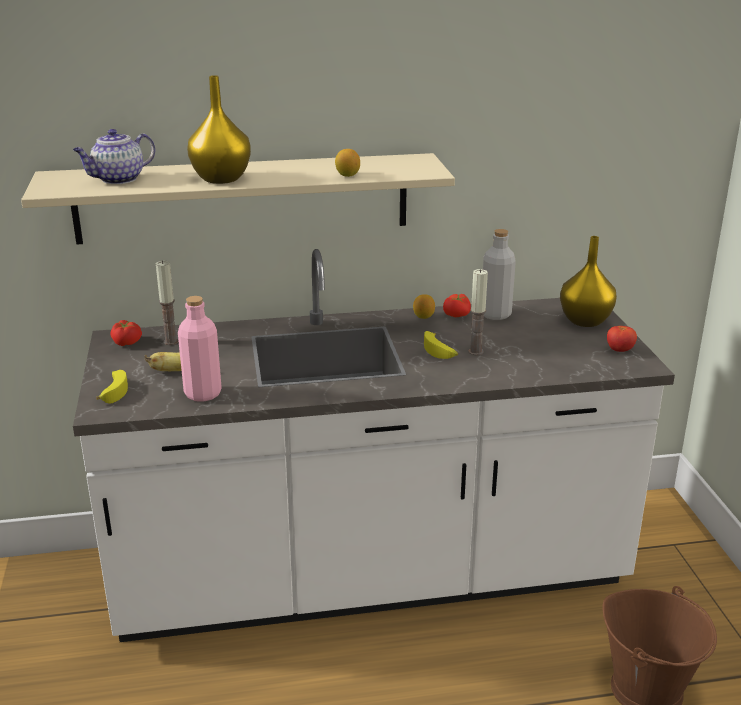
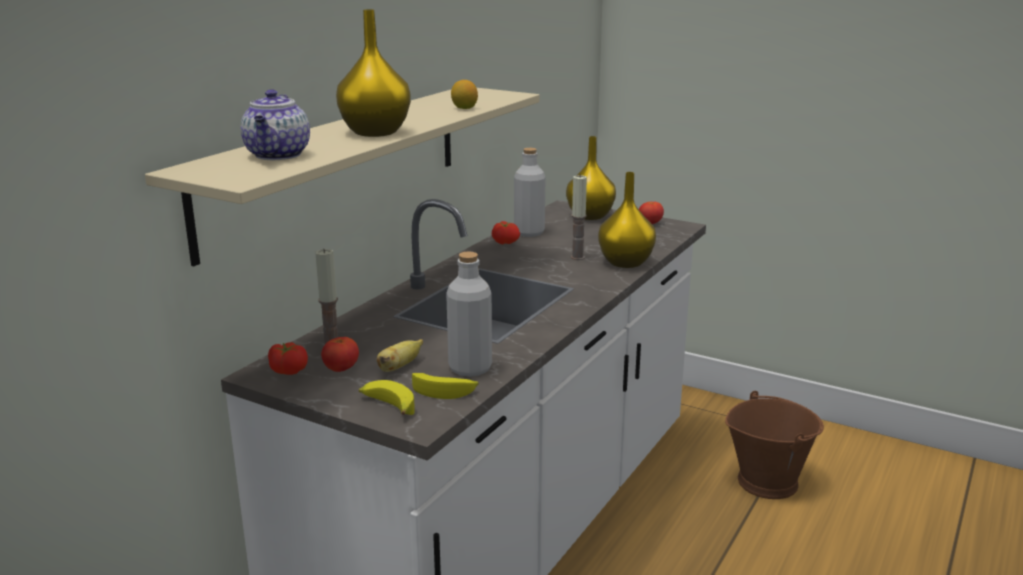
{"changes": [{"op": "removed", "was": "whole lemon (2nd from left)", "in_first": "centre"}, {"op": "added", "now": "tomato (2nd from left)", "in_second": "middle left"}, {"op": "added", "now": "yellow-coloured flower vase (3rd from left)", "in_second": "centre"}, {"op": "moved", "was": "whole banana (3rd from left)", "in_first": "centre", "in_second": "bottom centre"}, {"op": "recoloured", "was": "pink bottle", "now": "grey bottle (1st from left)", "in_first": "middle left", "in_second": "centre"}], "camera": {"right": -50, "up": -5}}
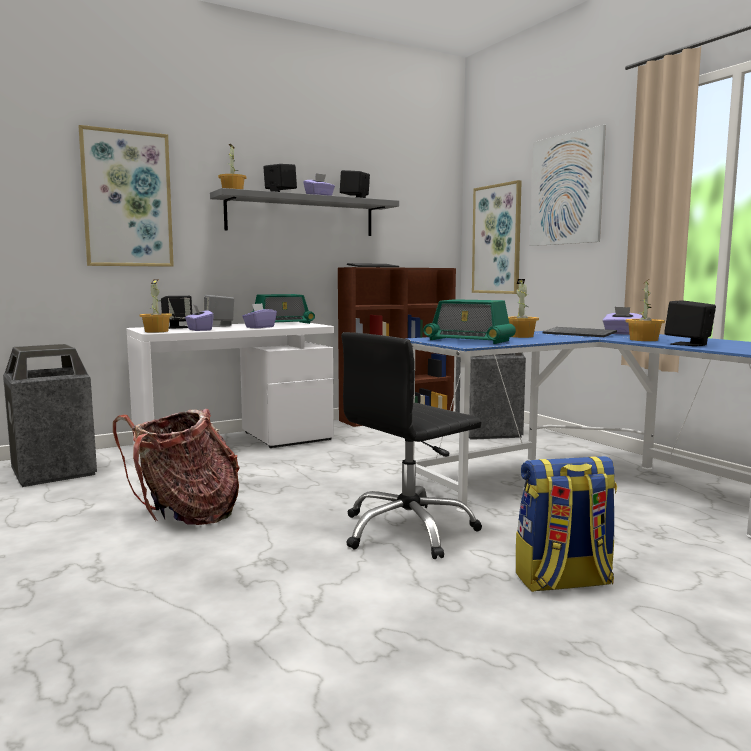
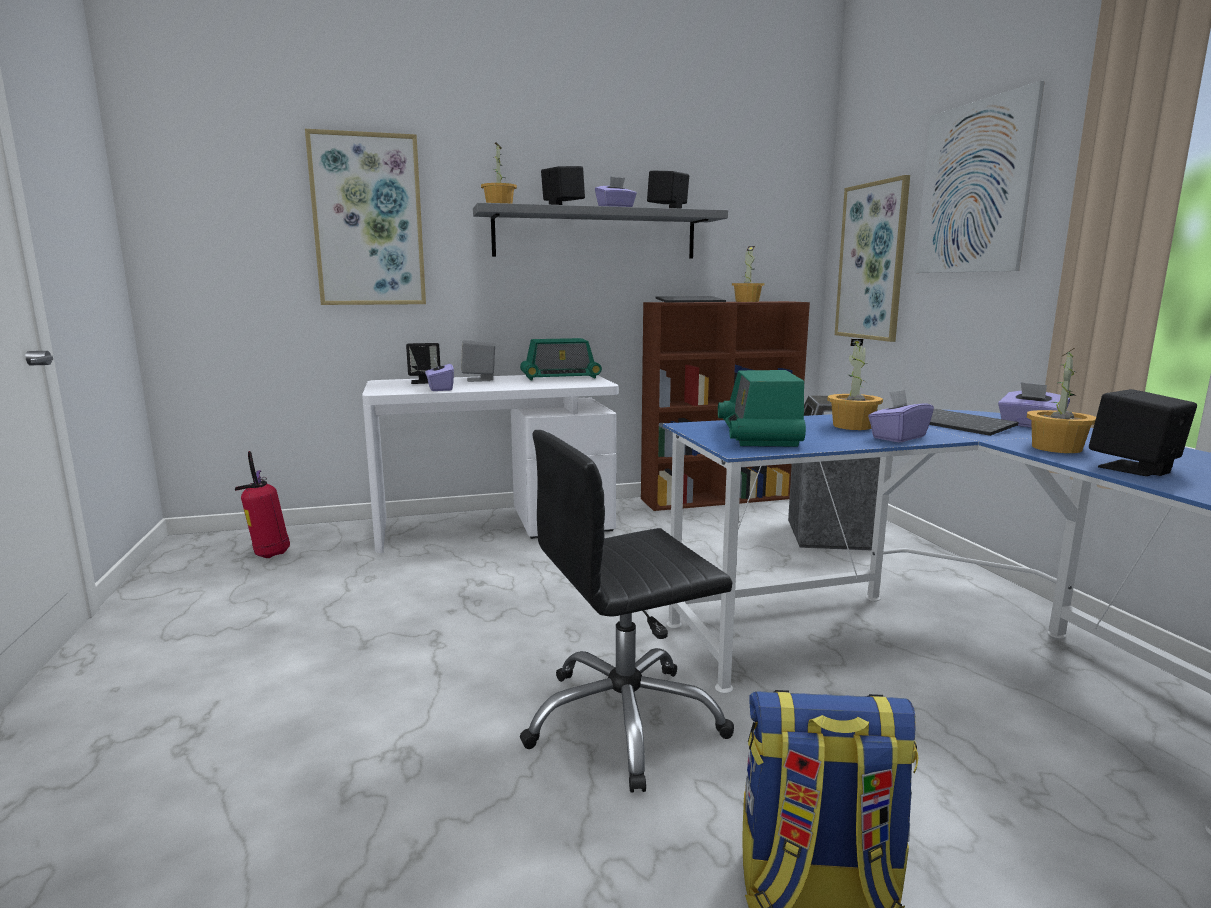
{"changes": [{"op": "removed", "was": "rucksack (1st from left)", "in_first": "middle left"}, {"op": "moved", "was": "plant in a pot (1st from left in the first image)", "now": "plant in a pot (2nd from left)", "in_first": "middle left", "in_second": "top centre"}, {"op": "moved", "was": "purplish tissue holder (2nd from left in the first image)", "now": "purplish tissue holder (3rd from left)", "in_first": "centre", "in_second": "middle right"}, {"op": "replaced", "was": "rubbish bin (1st from left)", "now": "extinguisher", "in_first": "middle left", "in_second": "middle left"}, {"op": "turned", "was": "radio set (2nd from left)", "in_first": "centre", "in_second": "centre", "clockwise": 45}], "camera": {"right": 15, "up": 5}}
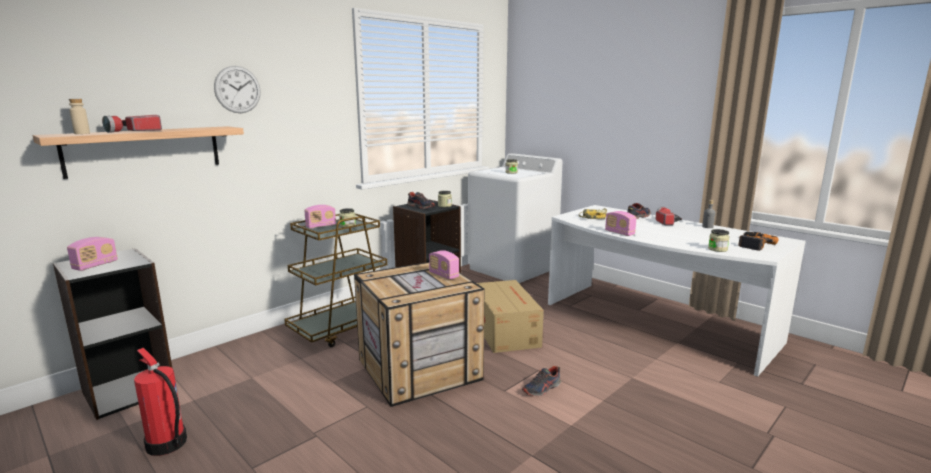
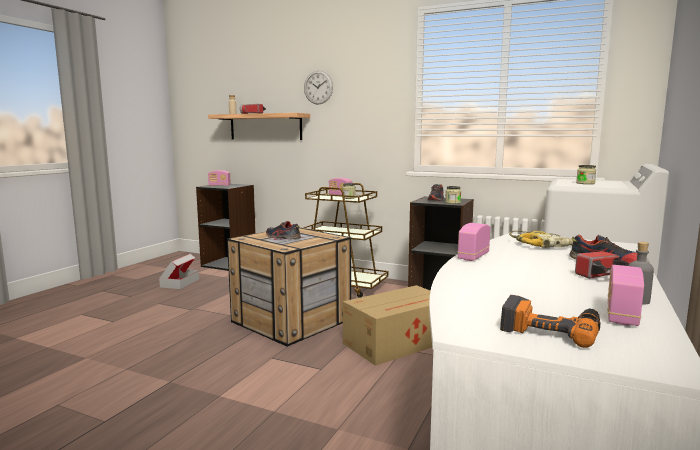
{"changes": [{"op": "removed", "was": "preserve jar (4th from left)", "in_first": "middle right"}, {"op": "moved", "was": "radio set (3rd from left in the first image)", "now": "radio set (4th from left)", "in_first": "centre", "in_second": "middle right"}, {"op": "moved", "was": "low shoe (2nd from left in the first image)", "now": "low shoe (1st from left)", "in_first": "bottom centre", "in_second": "centre"}, {"op": "replaced", "was": "extinguisher", "now": "carton (1st from left)", "in_first": "bottom left", "in_second": "middle left"}], "camera": {"right": 70, "up": -5}}
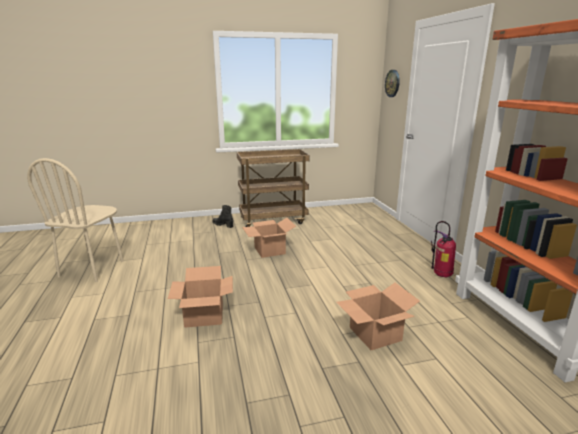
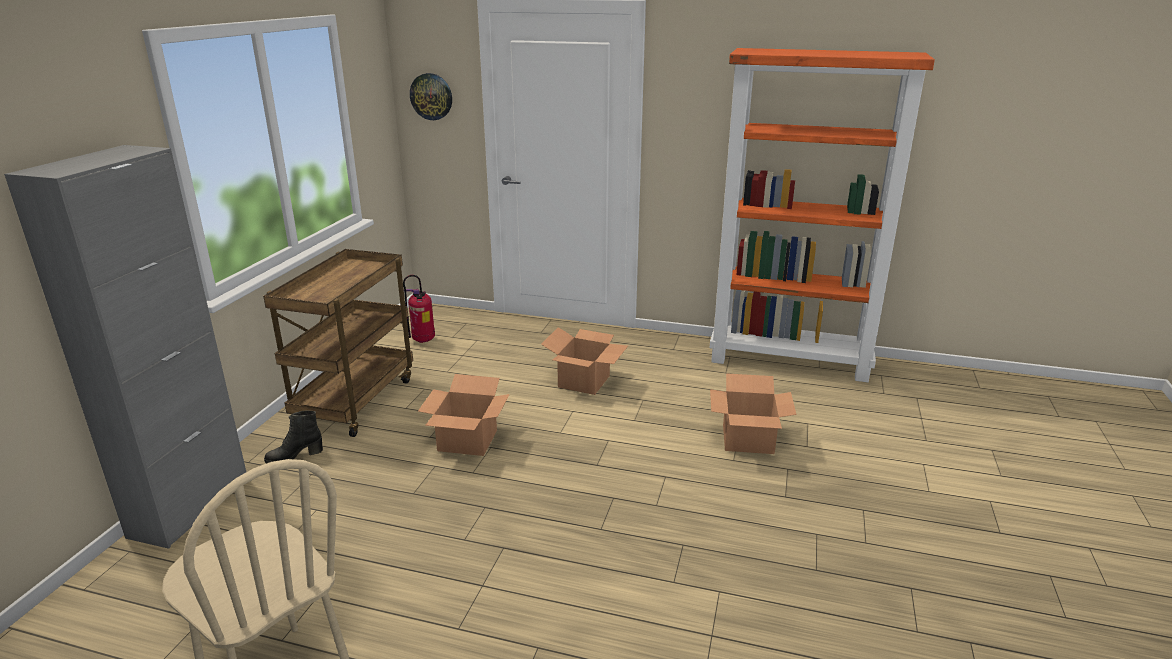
{"changes": [{"op": "added", "now": "grey cupboard", "in_second": "middle left"}, {"op": "moved", "was": "carton (1st from left in the first image)", "now": "carton (2nd from left)", "in_first": "bottom centre", "in_second": "centre"}, {"op": "moved", "was": "extinguisher", "in_first": "middle right", "in_second": "centre"}], "camera": {"right": -60, "up": 5}}
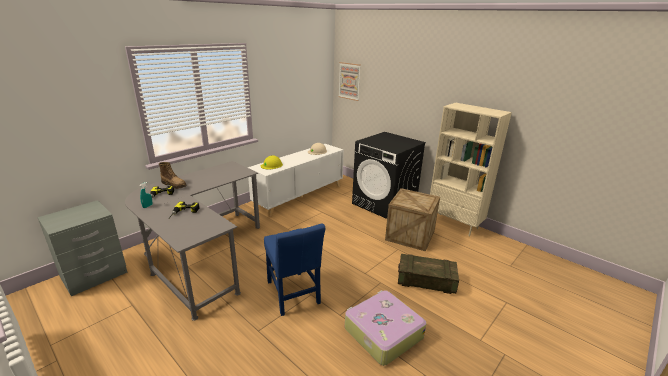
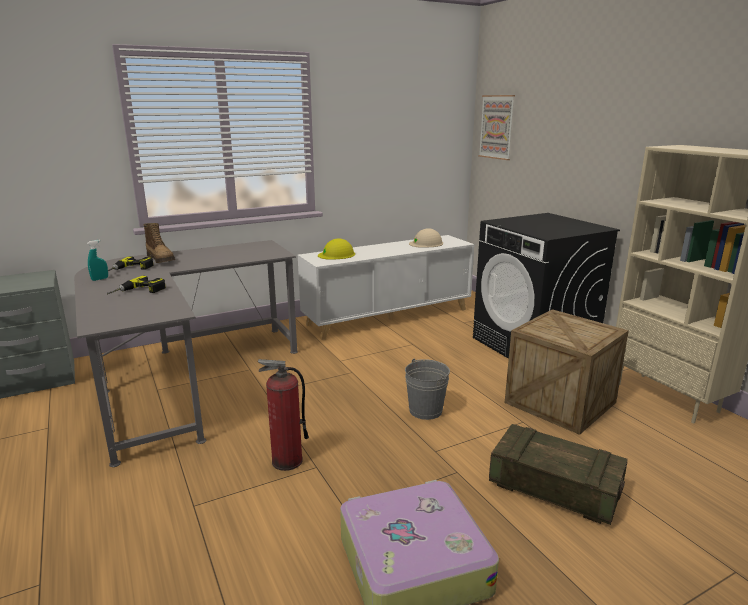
{"changes": [{"op": "added", "now": "grey pail", "in_second": "centre"}, {"op": "replaced", "was": "bluish chair", "now": "extinguisher", "in_first": "bottom centre", "in_second": "bottom centre"}], "camera": {"right": 20, "up": -5}}
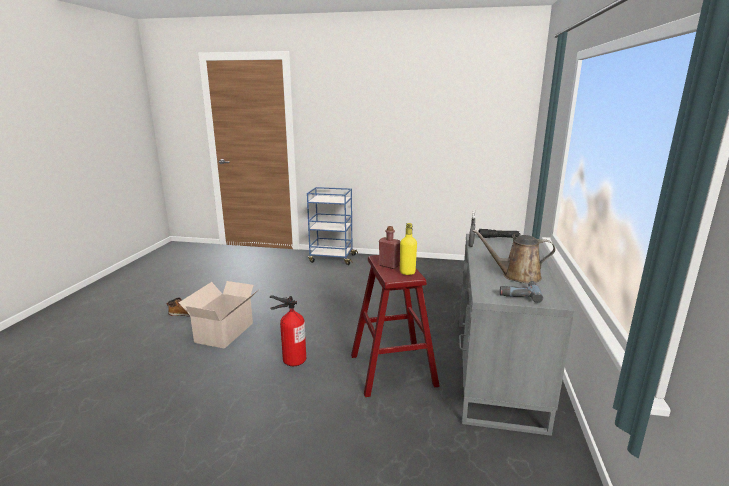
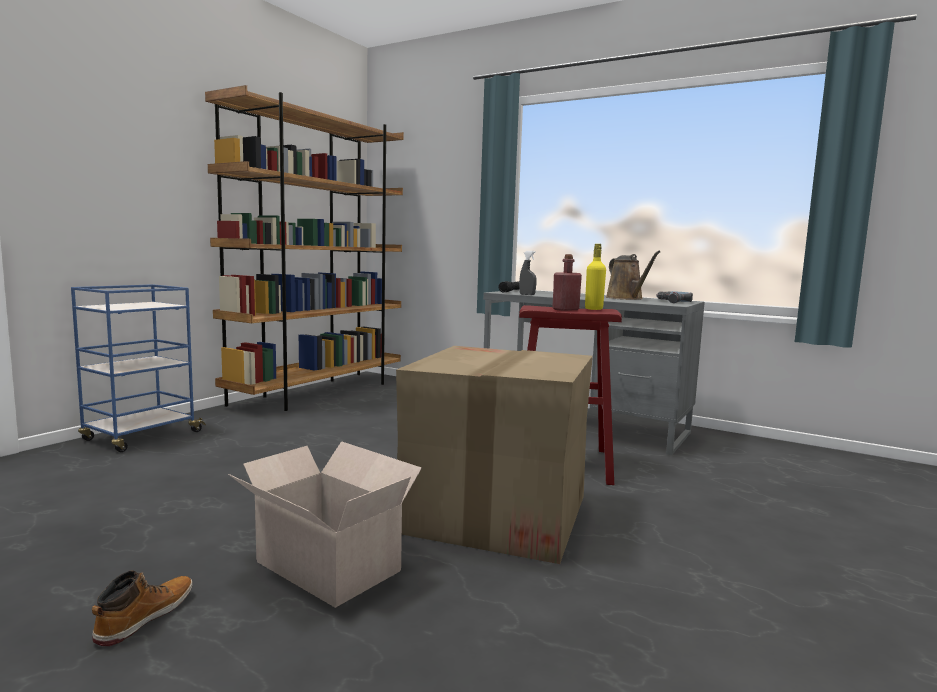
{"changes": [{"op": "added", "now": "brown-coloured bookcase", "in_second": "middle left"}, {"op": "replaced", "was": "extinguisher", "now": "carton (2nd from left)", "in_first": "bottom centre", "in_second": "centre"}, {"op": "turned", "was": "brown-coloured sprinkling can", "in_first": "middle right", "in_second": "middle right", "clockwise": -45}], "camera": {"right": -70, "up": -10}}
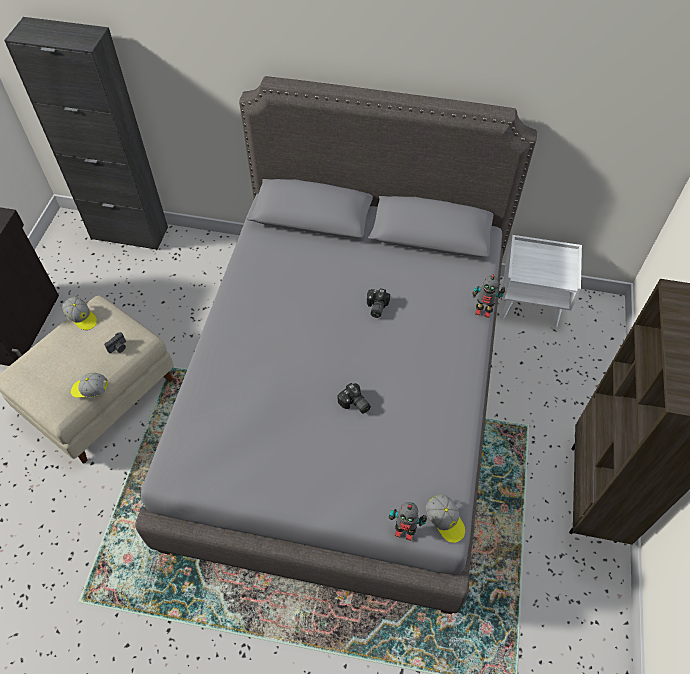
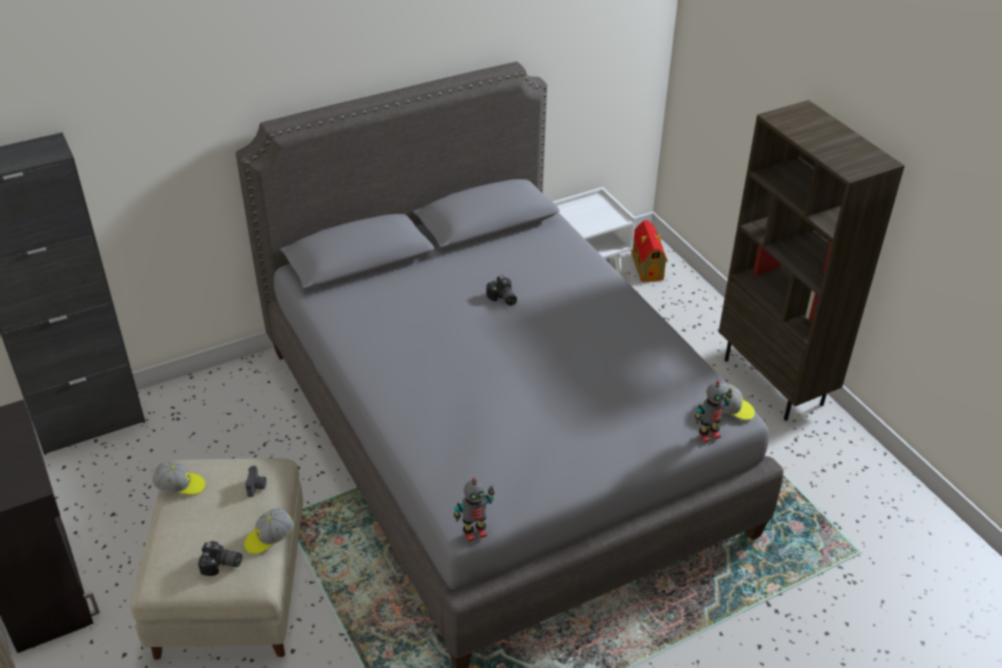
{"changes": [{"op": "added", "now": "toy house", "in_second": "centre"}, {"op": "moved", "was": "still camera (2nd from left in the first image)", "now": "still camera (1st from left)", "in_first": "centre", "in_second": "bottom left"}, {"op": "moved", "was": "toy robot (2nd from left in the first image)", "now": "toy robot (1st from left)", "in_first": "middle right", "in_second": "bottom centre"}], "camera": {"right": -40, "up": -15}}
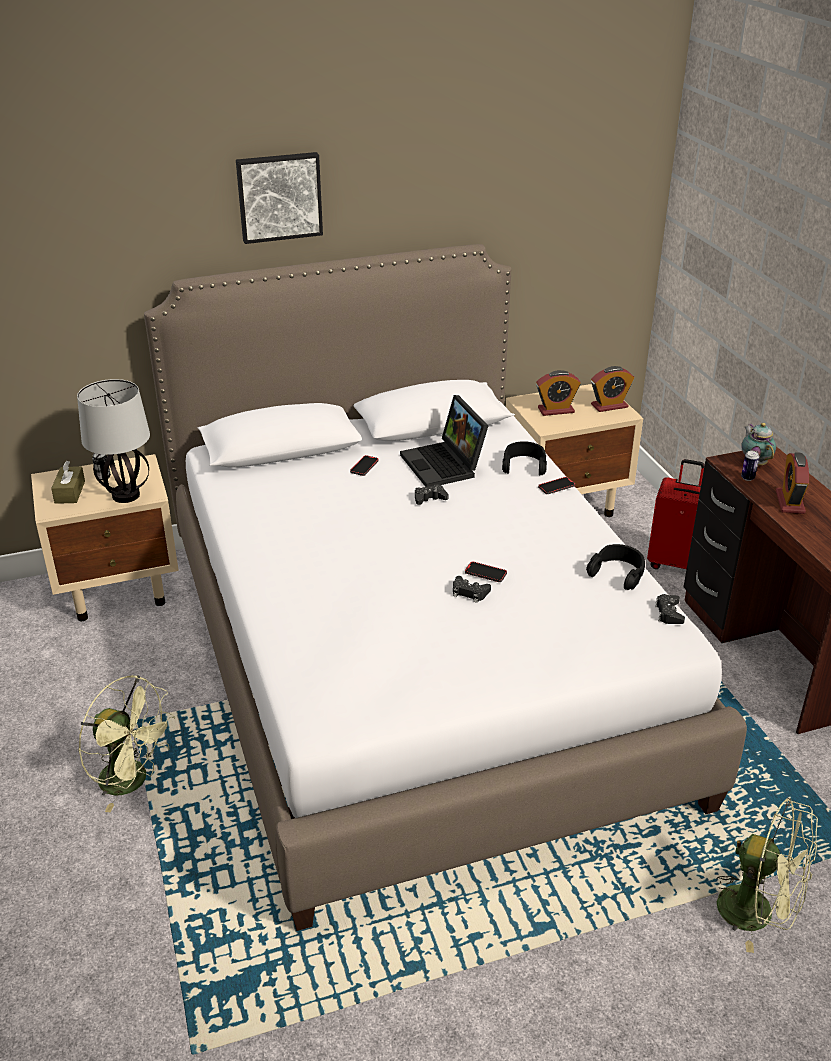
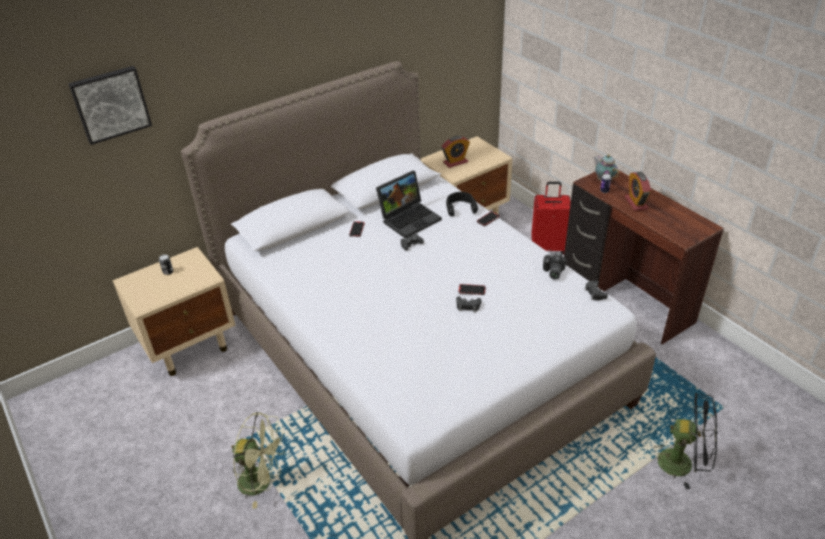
{"changes": [{"op": "removed", "was": "brown-coloured tissue holder", "in_first": "middle left"}, {"op": "removed", "was": "lamp for a table", "in_first": "middle left"}, {"op": "removed", "was": "bedside clock (2nd from left)", "in_first": "middle right"}, {"op": "moved", "was": "wall picture", "in_first": "top centre", "in_second": "top left"}, {"op": "replaced", "was": "black pair of headphones (2nd from left)", "now": "still camera", "in_first": "middle right", "in_second": "middle right"}, {"op": "recoloured", "was": "green-coloured electric fan (2nd from left)", "now": "black electric fan", "in_first": "bottom right", "in_second": "bottom right"}, {"op": "turned", "was": "laptop", "in_first": "centre", "in_second": "centre", "clockwise": -90}], "camera": {"right": -15, "up": 5}}
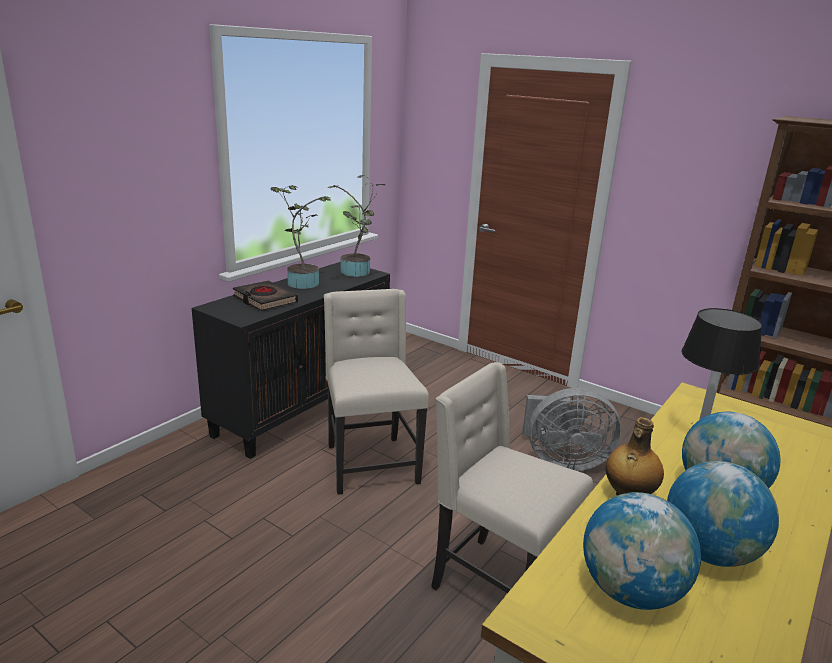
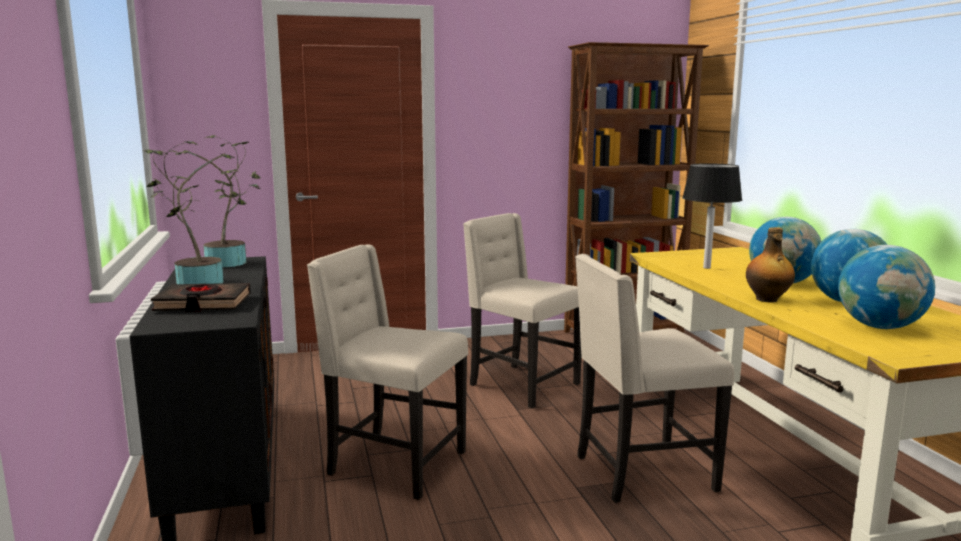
{"changes": [{"op": "replaced", "was": "grey electric fan", "now": "beige-coloured chair (2nd from left)", "in_first": "middle right", "in_second": "centre"}], "camera": {"right": -50, "up": -10}}
